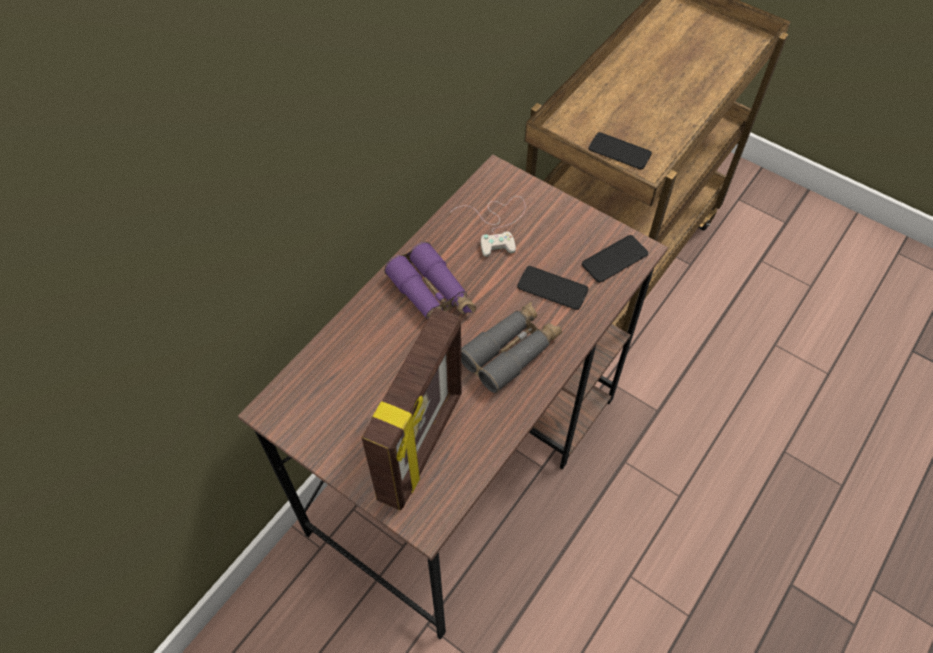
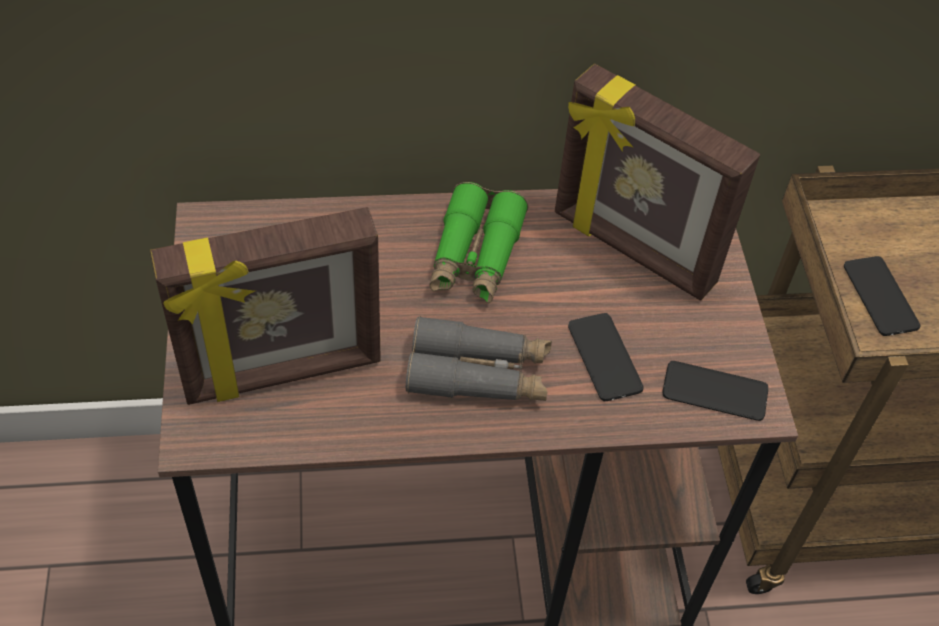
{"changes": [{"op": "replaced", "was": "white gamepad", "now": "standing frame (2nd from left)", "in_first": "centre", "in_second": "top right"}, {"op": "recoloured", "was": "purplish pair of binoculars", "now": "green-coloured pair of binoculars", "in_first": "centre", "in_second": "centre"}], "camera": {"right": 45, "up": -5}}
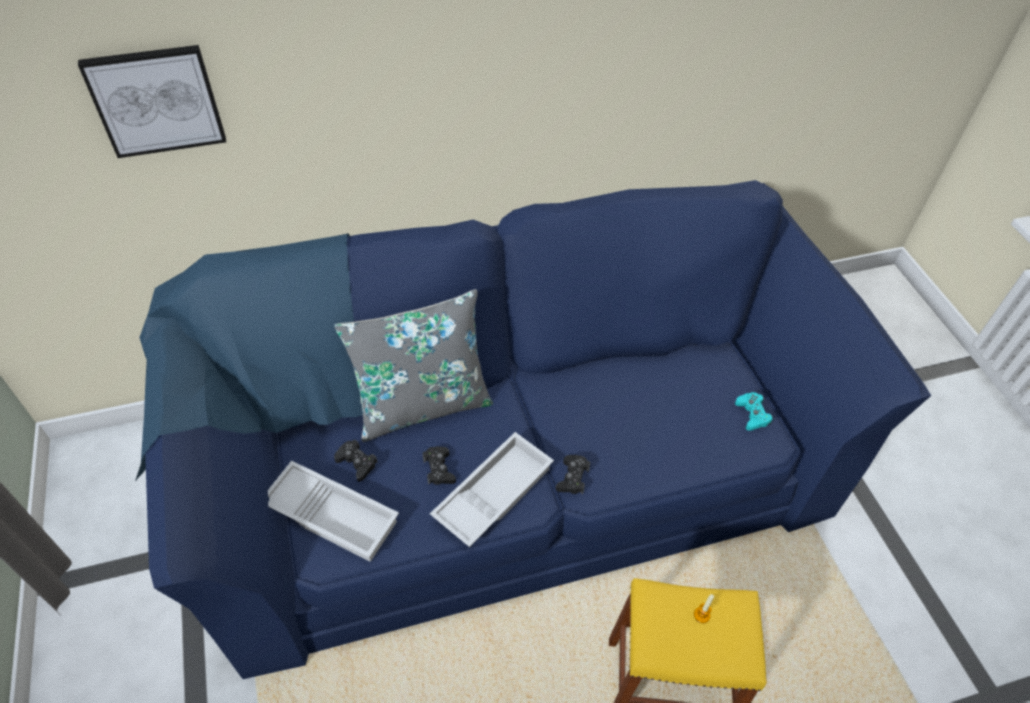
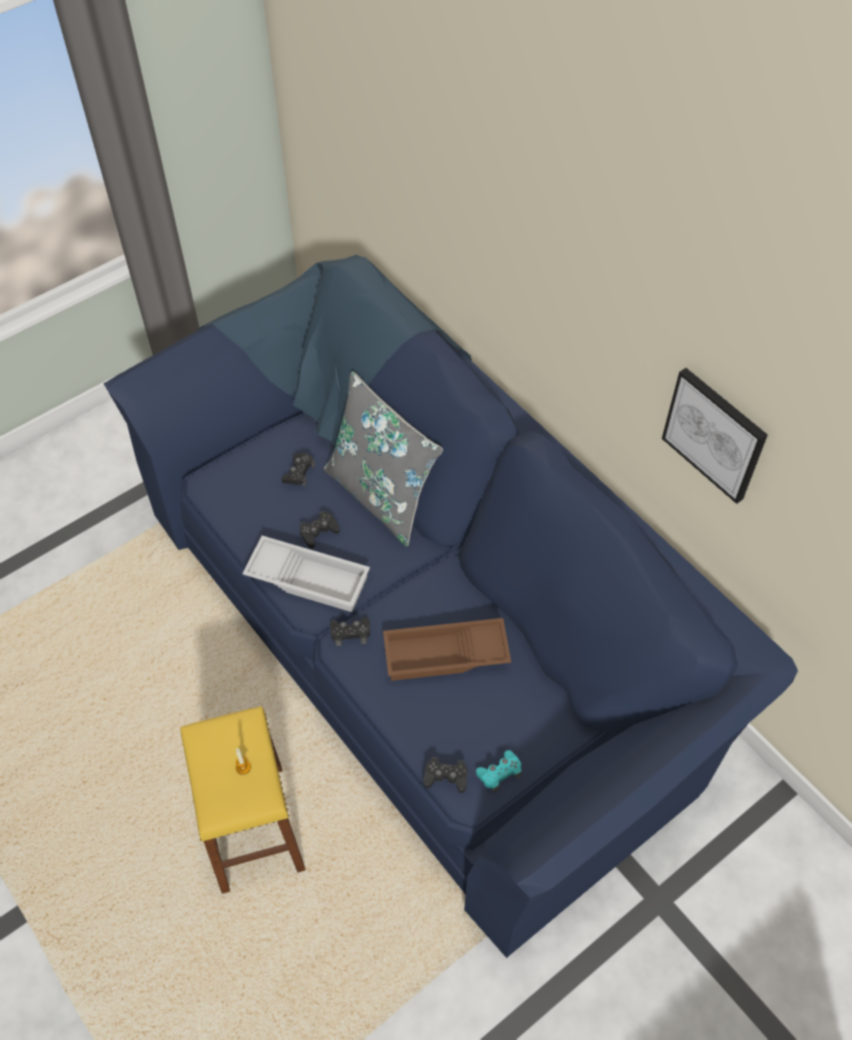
{"changes": [{"op": "removed", "was": "white tray (1st from left)", "in_first": "bottom left"}, {"op": "added", "now": "brown-coloured tray", "in_second": "centre"}, {"op": "added", "now": "black gamepad (4th from left)", "in_second": "bottom centre"}, {"op": "moved", "was": "wall picture", "in_first": "top left", "in_second": "middle right"}], "camera": {"right": 70, "up": 5}}
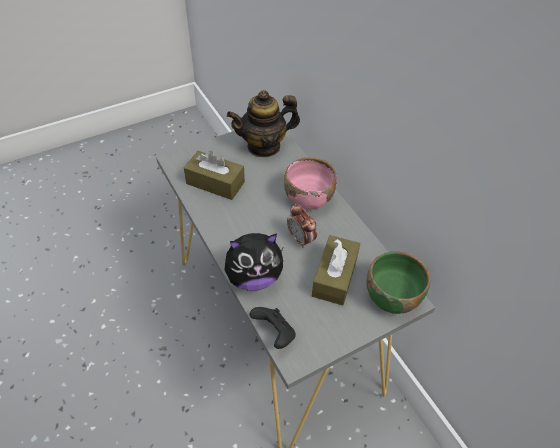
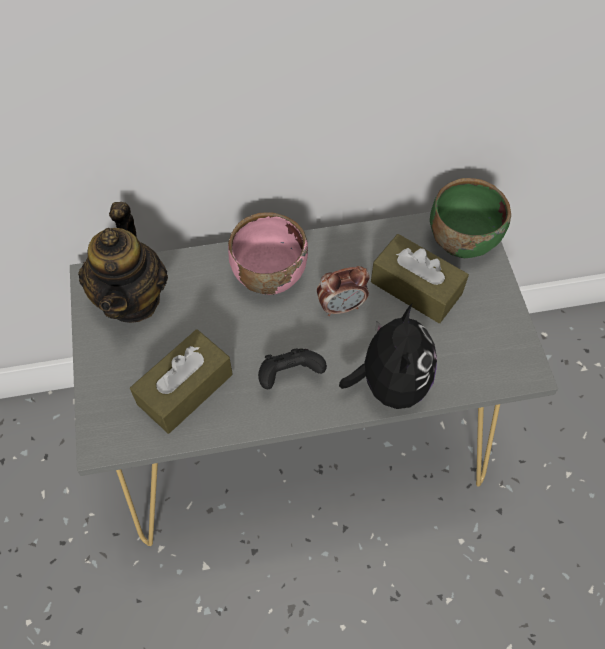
{"changes": [{"op": "moved", "was": "black gamepad", "in_first": "bottom centre", "in_second": "centre"}], "camera": {"right": -70, "up": 10}}
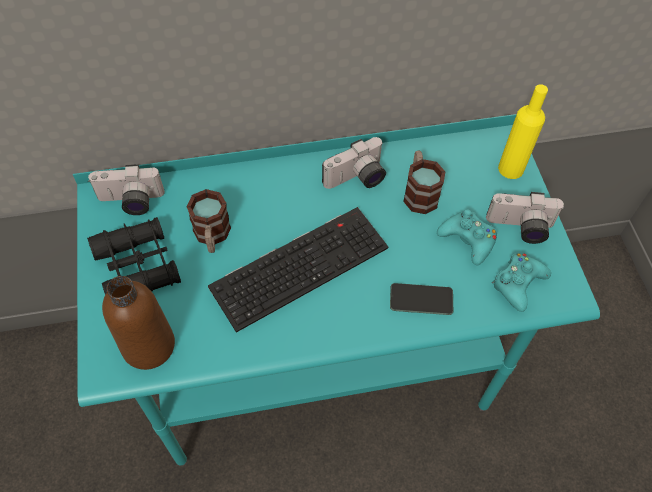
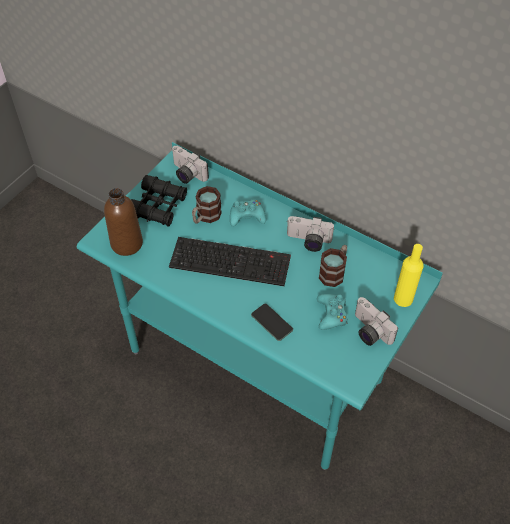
{"changes": [{"op": "moved", "was": "turquoise-coloured gamepad (2nd from left in the first image)", "now": "turquoise-coloured gamepad (1st from left)", "in_first": "middle right", "in_second": "centre"}], "camera": {"right": 45, "up": -5}}
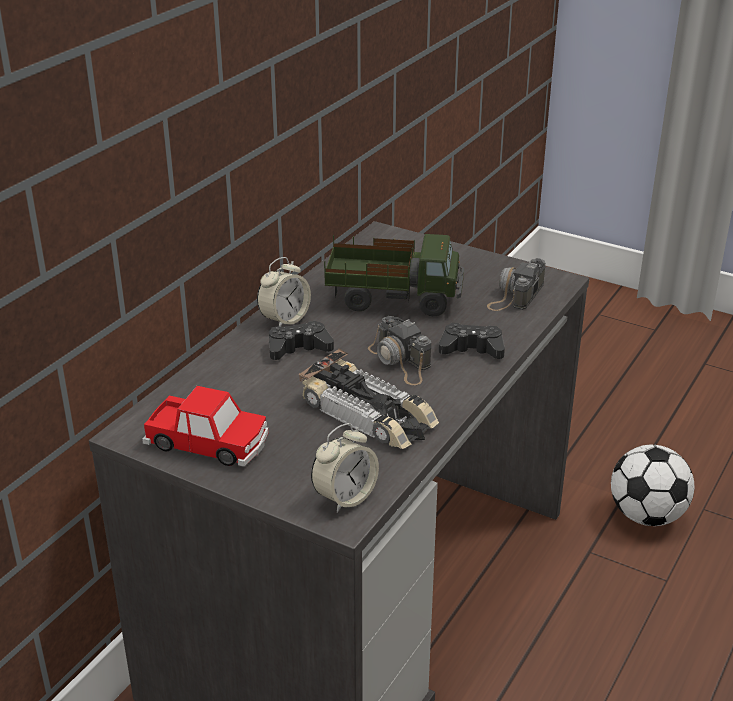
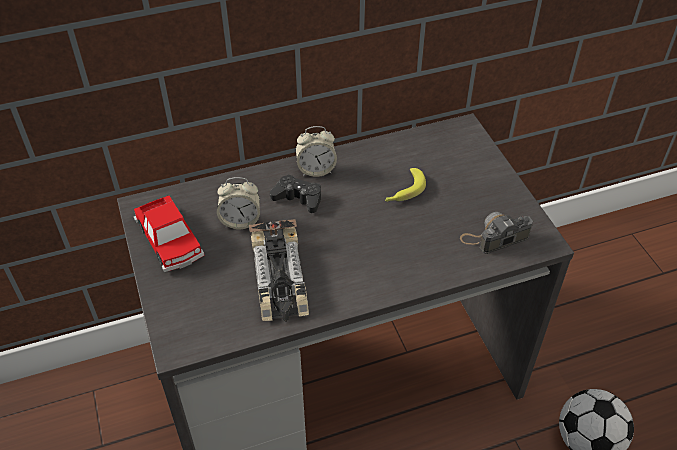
{"changes": [{"op": "removed", "was": "still camera (1st from left)", "in_first": "centre"}, {"op": "removed", "was": "black gamepad (2nd from left)", "in_first": "centre"}, {"op": "moved", "was": "bedside clock (2nd from left in the first image)", "now": "bedside clock (1st from left)", "in_first": "bottom centre", "in_second": "centre"}, {"op": "replaced", "was": "toy lorry", "now": "whole banana", "in_first": "centre", "in_second": "centre"}], "camera": {"right": 40, "up": 15}}
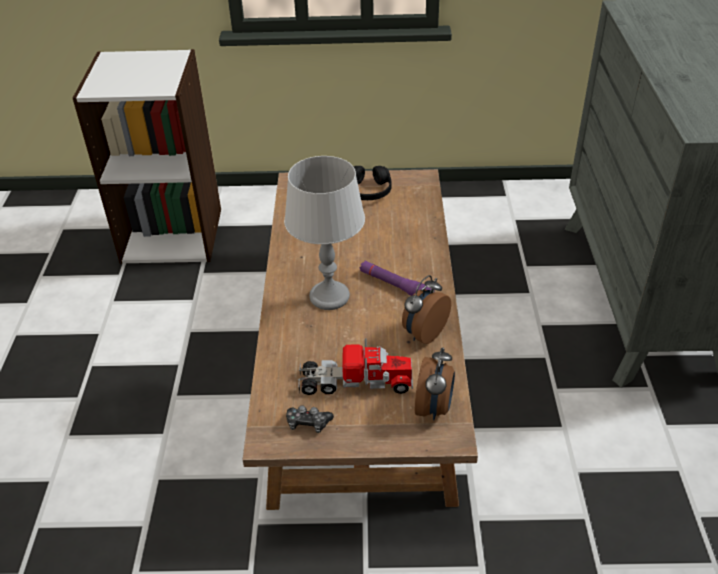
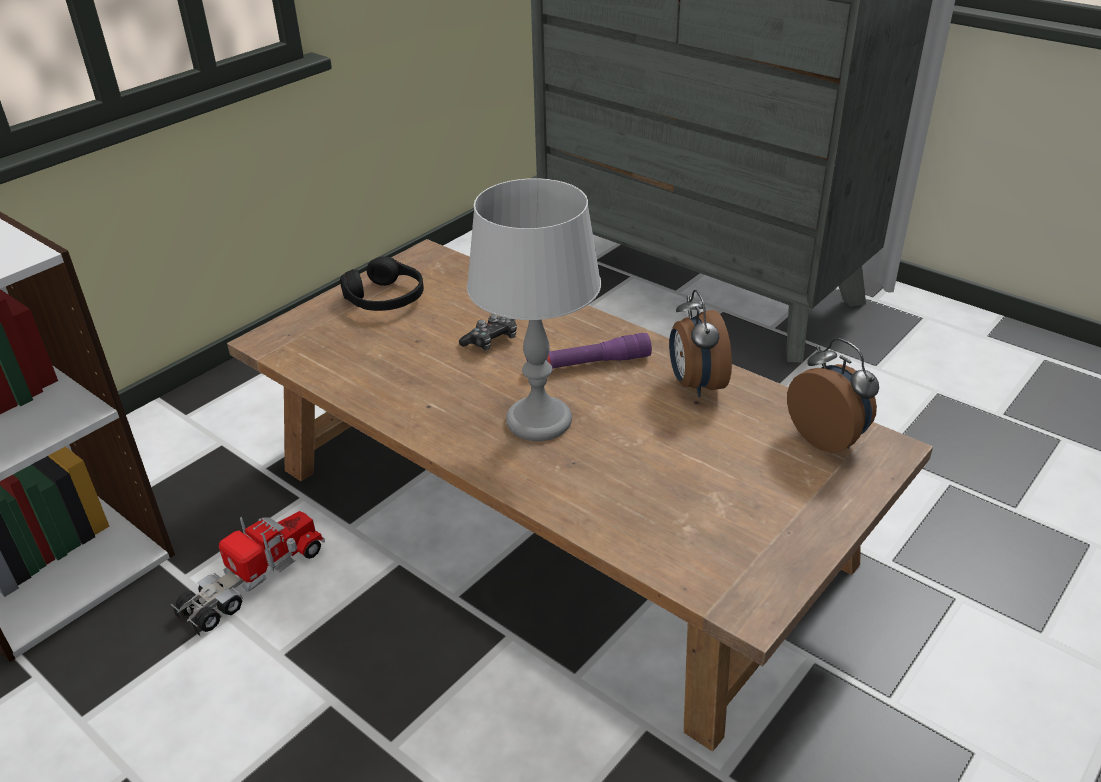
{"changes": [{"op": "moved", "was": "gamepad", "in_first": "bottom centre", "in_second": "centre"}, {"op": "moved", "was": "toy lorry", "in_first": "centre", "in_second": "bottom left"}], "camera": {"right": -50, "up": -5}}
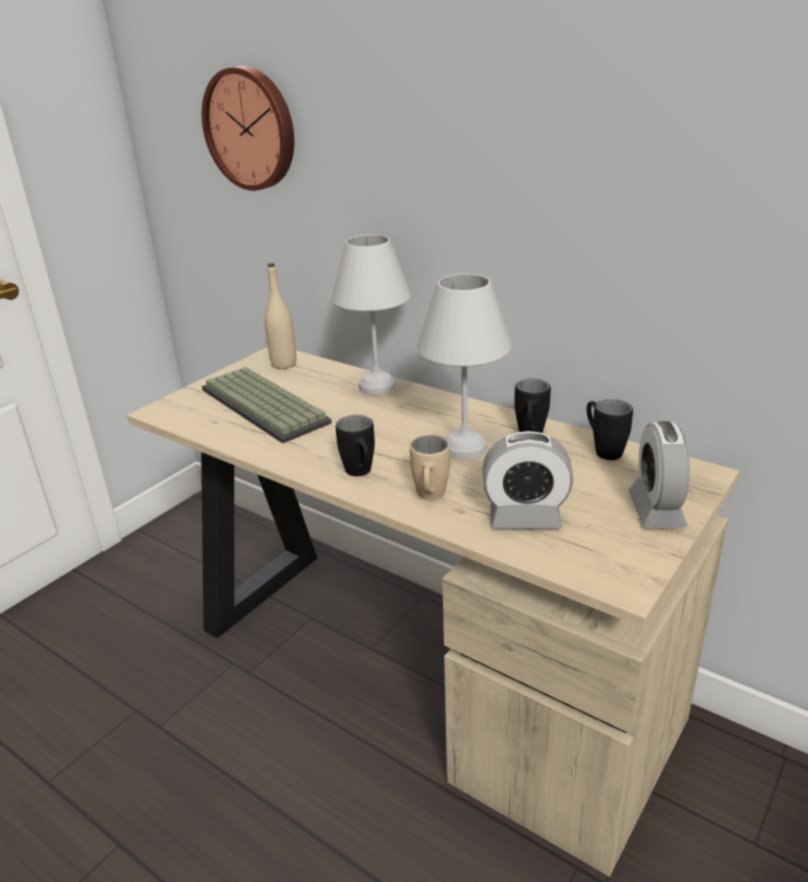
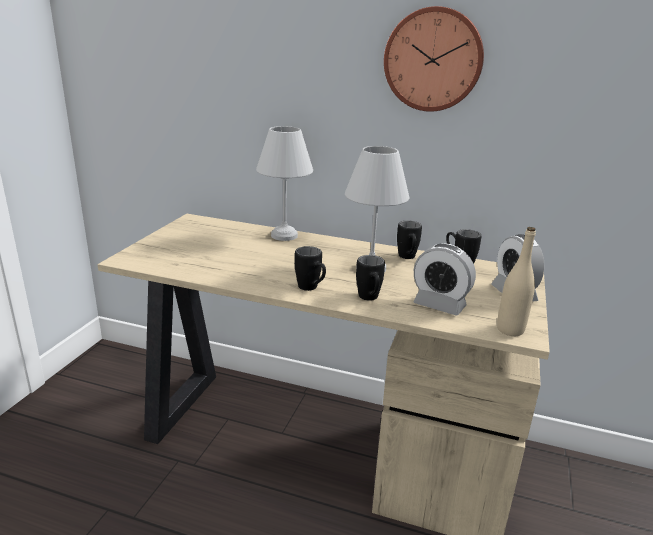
{"changes": [{"op": "removed", "was": "PC keyboard", "in_first": "middle left"}, {"op": "moved", "was": "wall clock", "in_first": "top left", "in_second": "top centre"}, {"op": "moved", "was": "beige-coloured bottle", "in_first": "centre", "in_second": "middle right"}, {"op": "recoloured", "was": "beige-coloured coffee mug", "now": "black coffee mug (2nd from left)", "in_first": "centre", "in_second": "centre"}, {"op": "turned", "was": "bedside clock (1st from left)", "in_first": "centre", "in_second": "middle right", "clockwise": 45}], "camera": {"right": -20, "up": -5}}
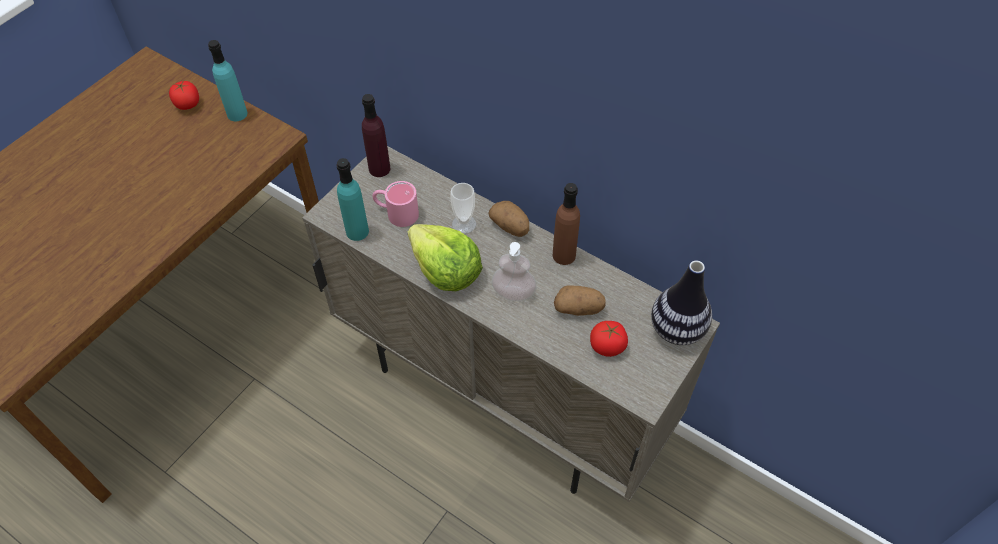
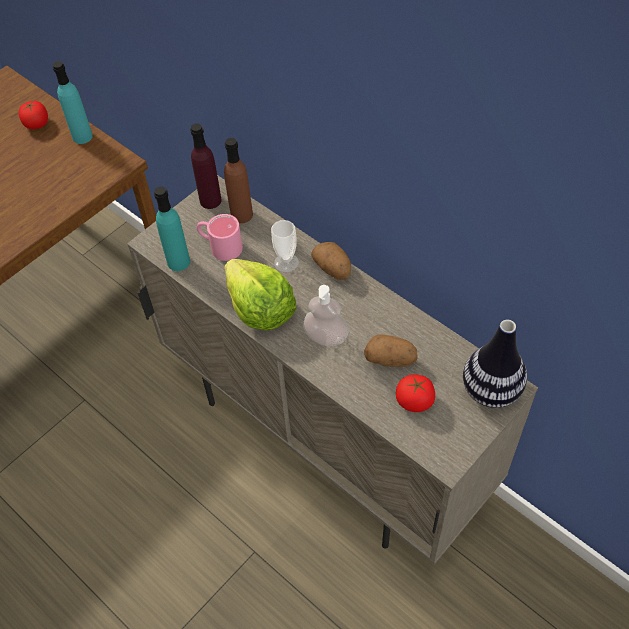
{"changes": [{"op": "moved", "was": "brown-coloured bottle", "in_first": "centre", "in_second": "top centre"}], "camera": {"right": 10, "up": 0}}
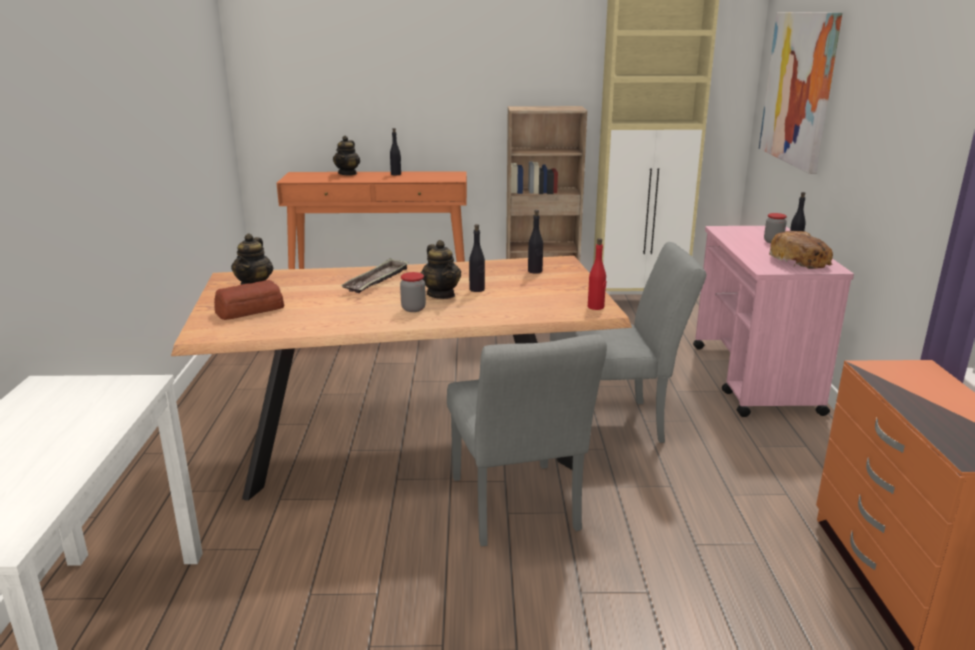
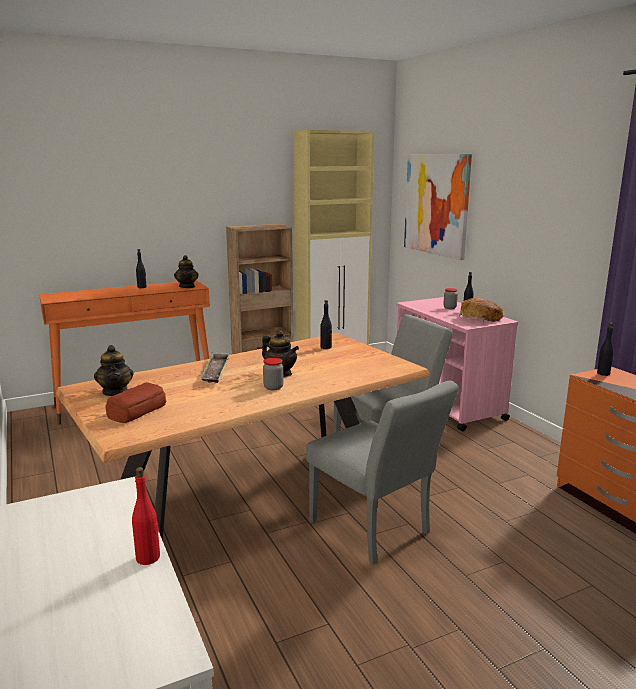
{"changes": [{"op": "moved", "was": "teapot (2nd from left)", "in_first": "top centre", "in_second": "middle left"}, {"op": "moved", "was": "black bottle (2nd from left in the first image)", "now": "black bottle (4th from left)", "in_first": "centre", "in_second": "middle right"}, {"op": "moved", "was": "red-coloured bottle", "in_first": "centre", "in_second": "bottom left"}], "camera": {"right": -25, "up": -5}}
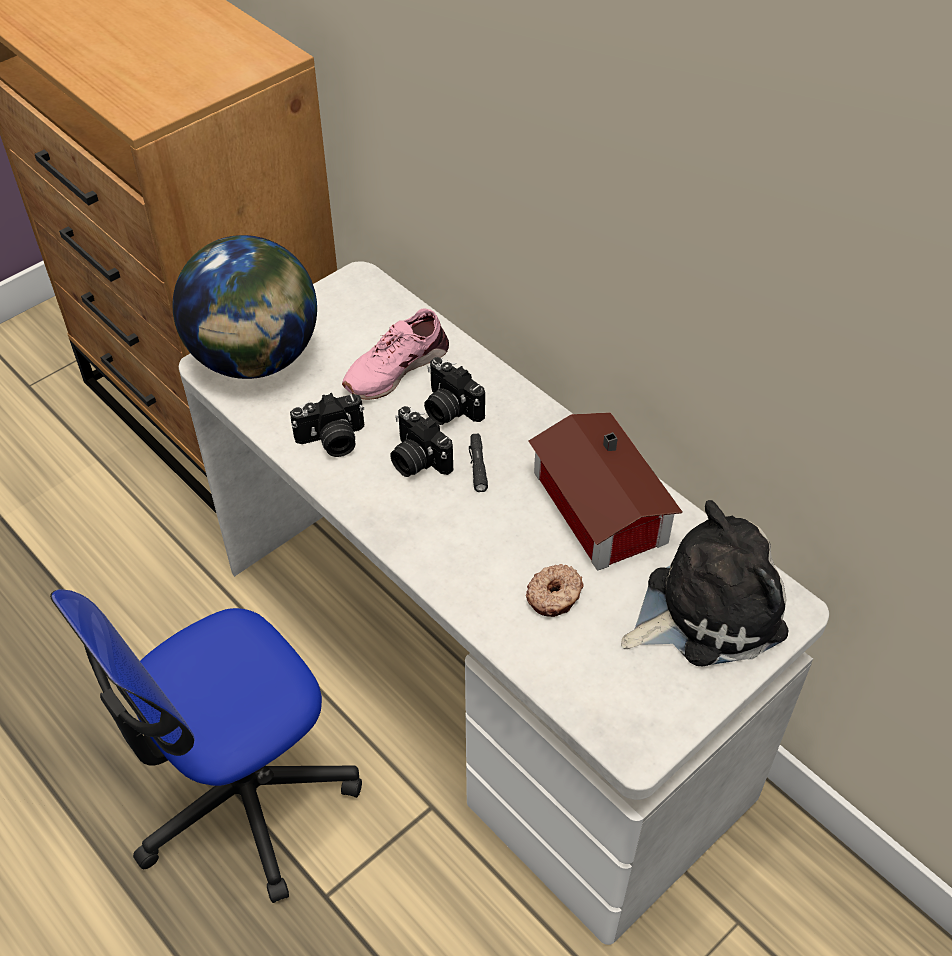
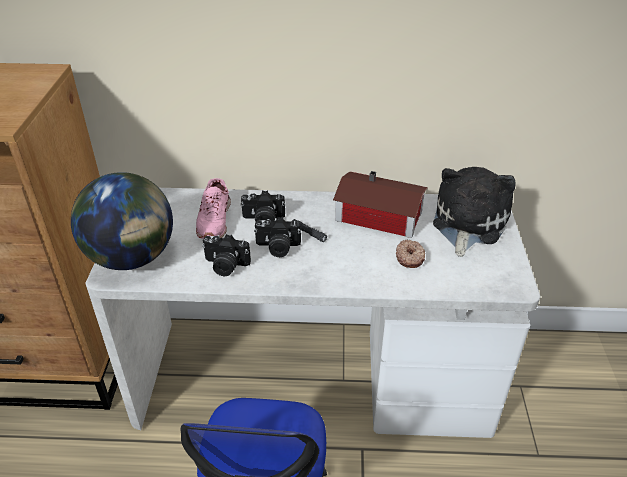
{"changes": [{"op": "turned", "was": "still camera (1st from left)", "in_first": "centre", "in_second": "centre", "clockwise": 75}], "camera": {"right": -45, "up": -10}}
